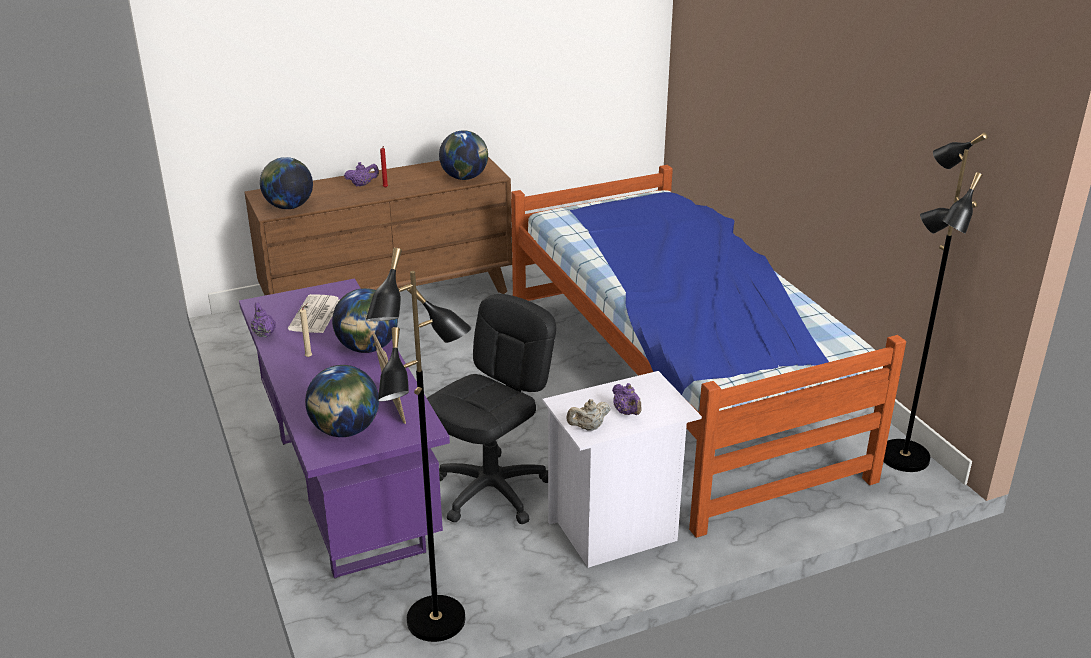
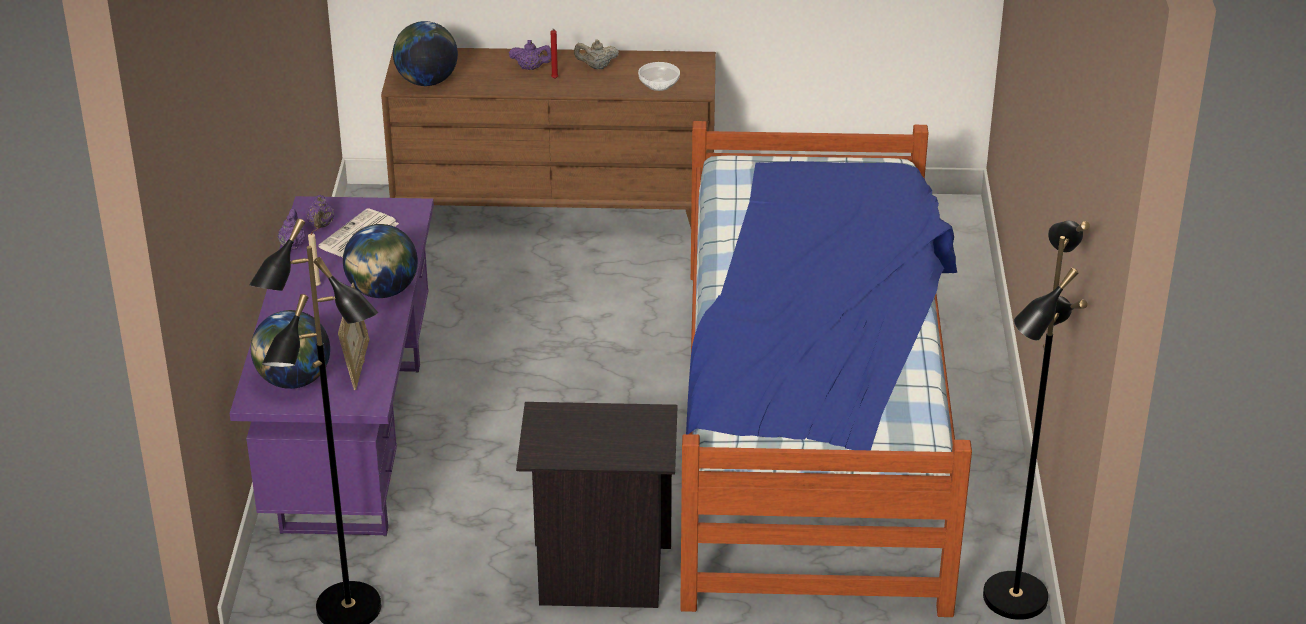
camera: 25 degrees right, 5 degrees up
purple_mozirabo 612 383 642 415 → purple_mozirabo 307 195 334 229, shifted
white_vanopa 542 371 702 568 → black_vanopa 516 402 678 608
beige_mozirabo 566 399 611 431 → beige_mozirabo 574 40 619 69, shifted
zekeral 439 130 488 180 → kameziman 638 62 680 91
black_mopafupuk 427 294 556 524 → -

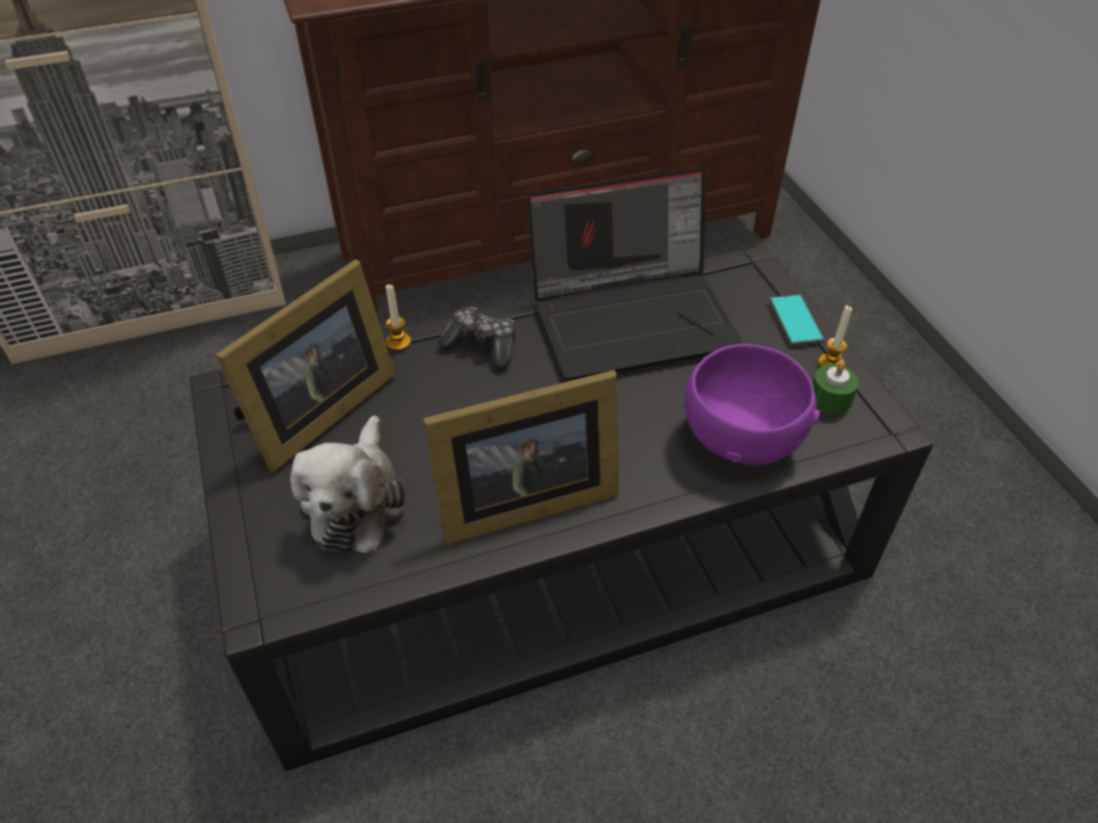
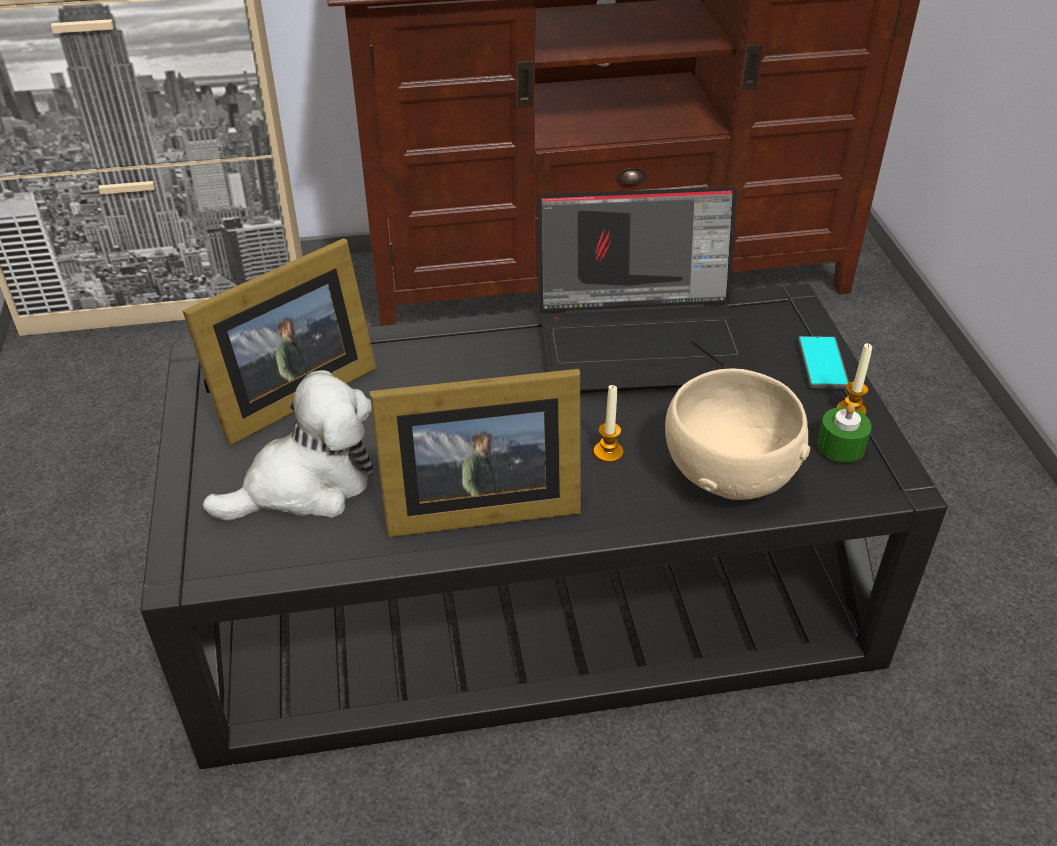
camera: 10 degrees right, 5 degrees down
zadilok 290 415 406 553 → zadilok 203 370 373 521, 135 degrees counterclockwise
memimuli 386 284 411 350 → memimuli 594 385 623 462, shifted
purple_kameziman 684 344 820 466 → beige_kameziman 665 368 810 500
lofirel 439 307 515 368 → -

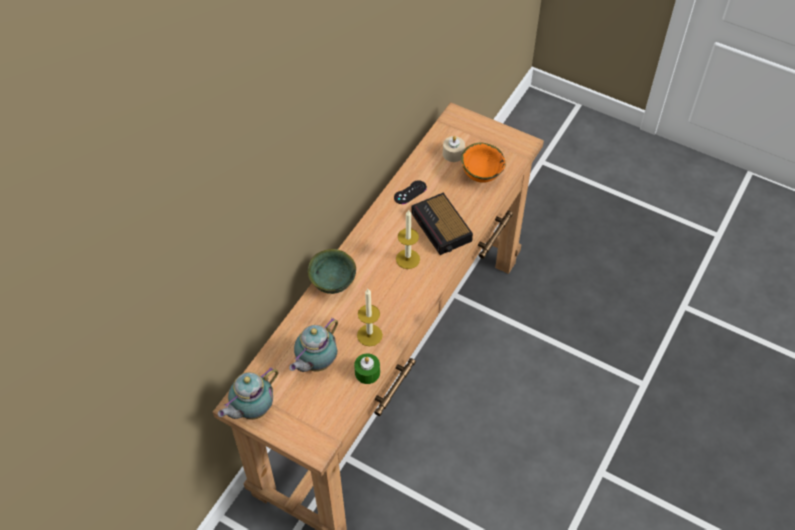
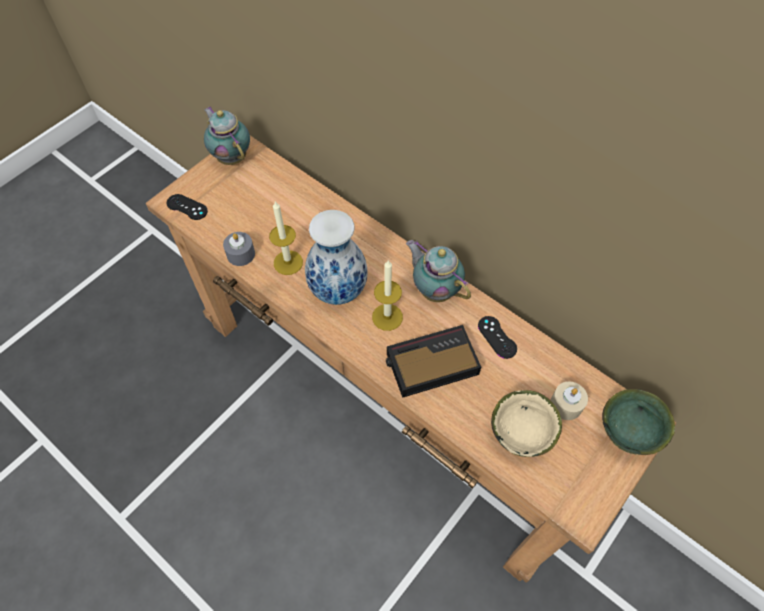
camera: 100 degrees right, 5 degrees up
- → black_lofirel 167 194 208 220
green_memimuli 354 354 380 384 → grey_memimuli 223 232 255 266
- → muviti 305 210 367 305
mozirabo 289 318 338 372 → mozirabo 406 240 471 302, shifted
orange_kameziman 461 143 505 183 → beige_kameziman 491 390 562 457
green_kameziman 308 249 356 294 → green_kameziman 602 389 675 455, shifted

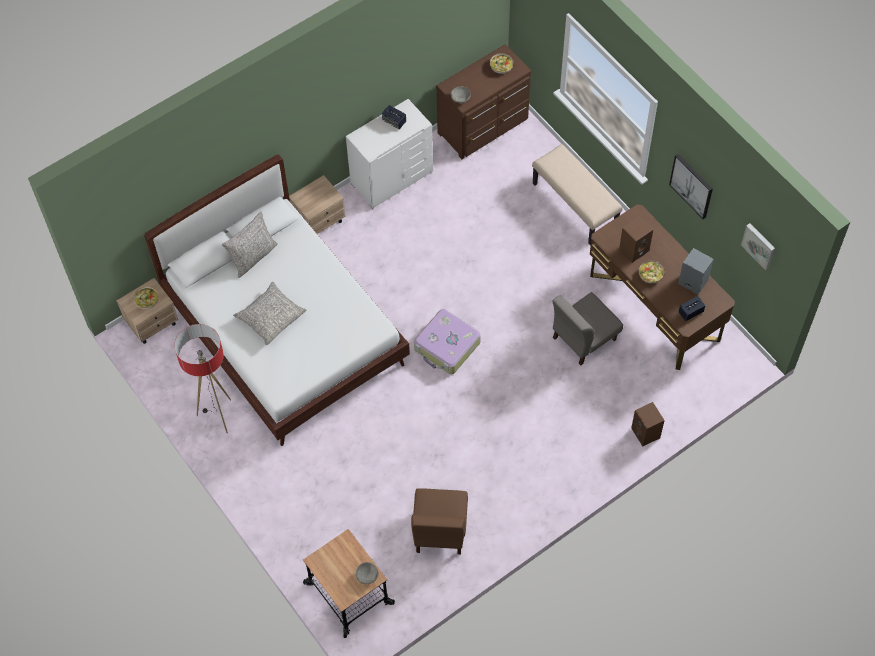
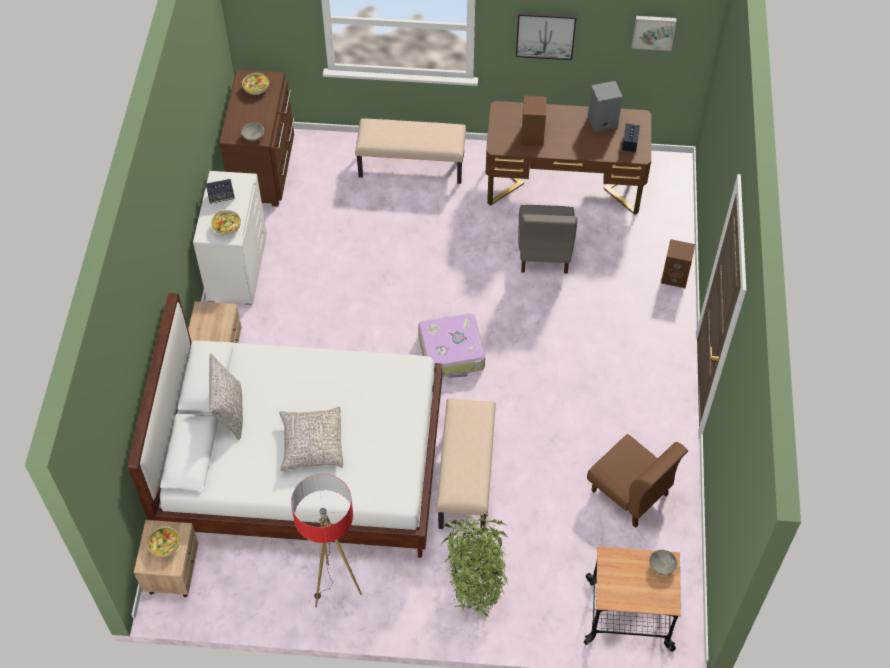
camera: 50 degrees left, 5 degrees down
kameziman 639 261 664 283 → kameziman 211 210 241 235, shifted
- → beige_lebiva 436 398 496 532
- → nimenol 440 514 509 616

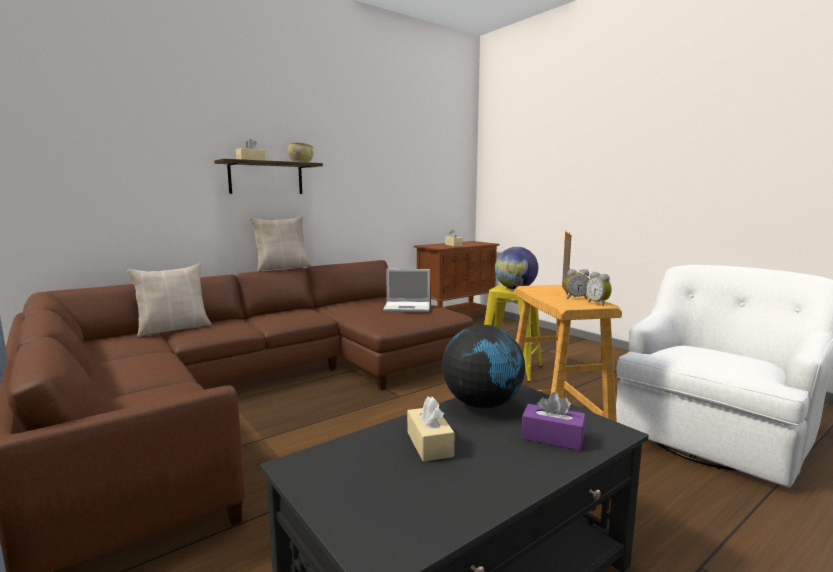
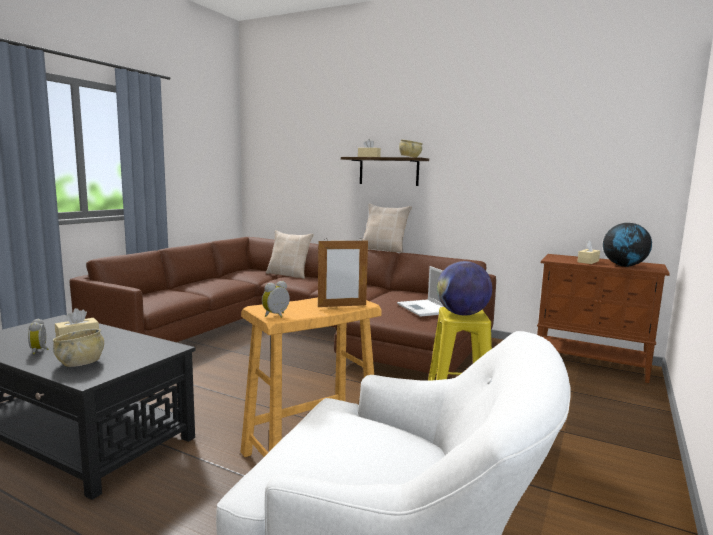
camera: 65 degrees right, 0 degrees up
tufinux 565 269 589 299 → tufinux 28 319 49 354, shifted
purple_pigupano 521 392 585 451 → beige_kameziman 53 329 104 367
zekeral 442 325 525 408 → zekeral 603 223 652 267, shifted

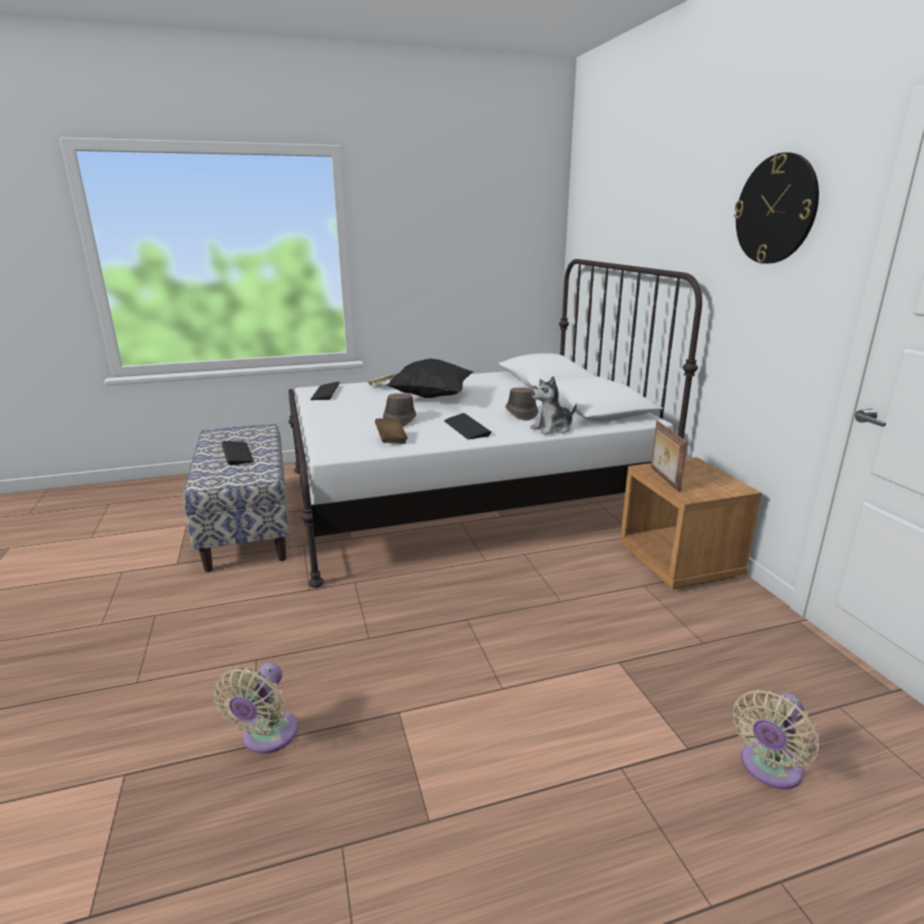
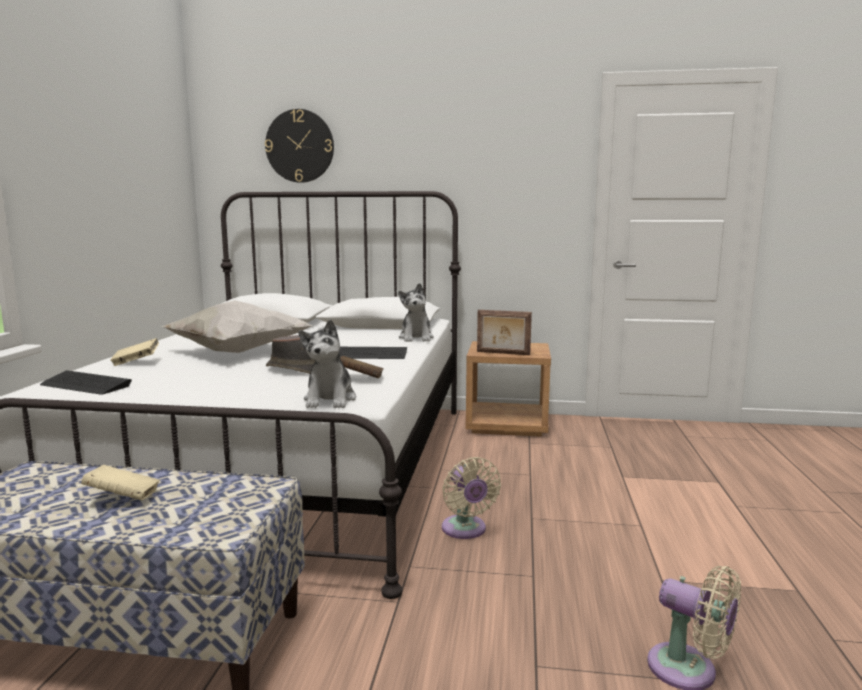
camera: 65 degrees left, 10 degrees down
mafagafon 222 441 254 466 → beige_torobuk 81 465 160 500
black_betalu 385 359 475 398 → white_betalu 160 300 313 353
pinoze 734 152 819 264 → pinoze 265 109 334 183, shifted
- → zadilok 299 319 356 408
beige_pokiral 733 689 819 789 → beige_pokiral 442 457 501 539, shifted
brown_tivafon 505 387 538 420 → -

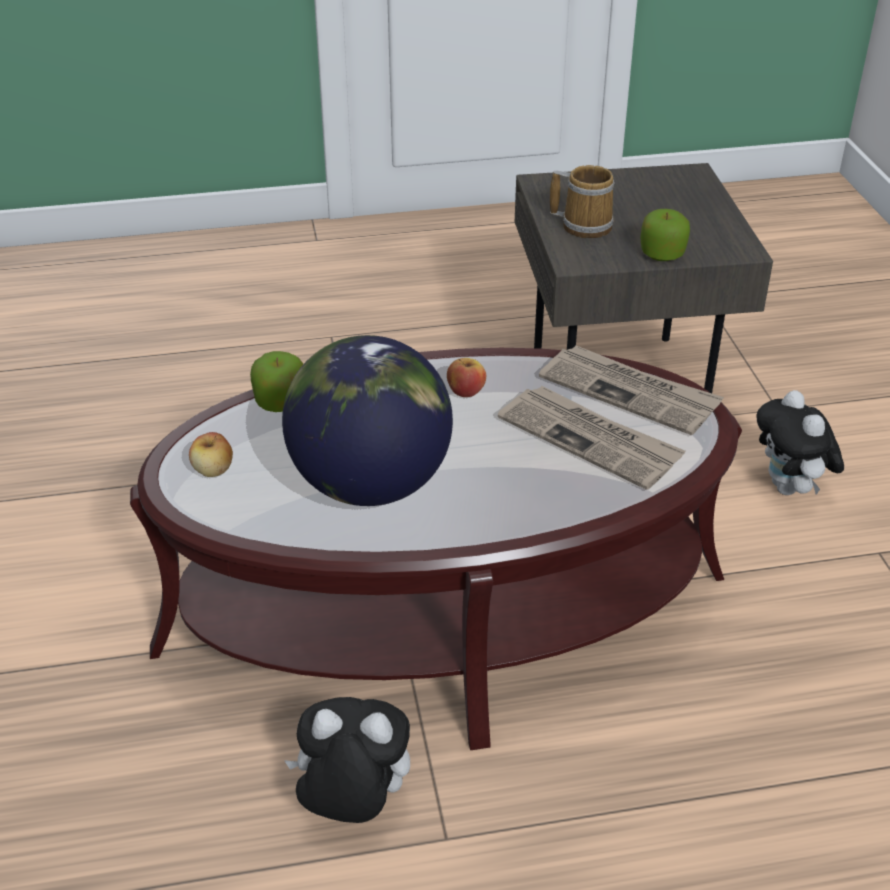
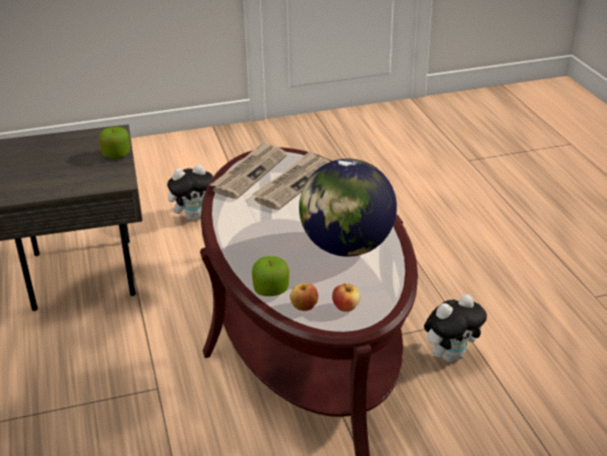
camera: 95 degrees left, 5 degrees down
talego 447 358 486 397 → talego 290 283 318 311, shifted
zadilok 284 697 410 823 → zadilok 424 294 487 362, 120 degrees counterclockwise
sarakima 550 165 614 238 → -

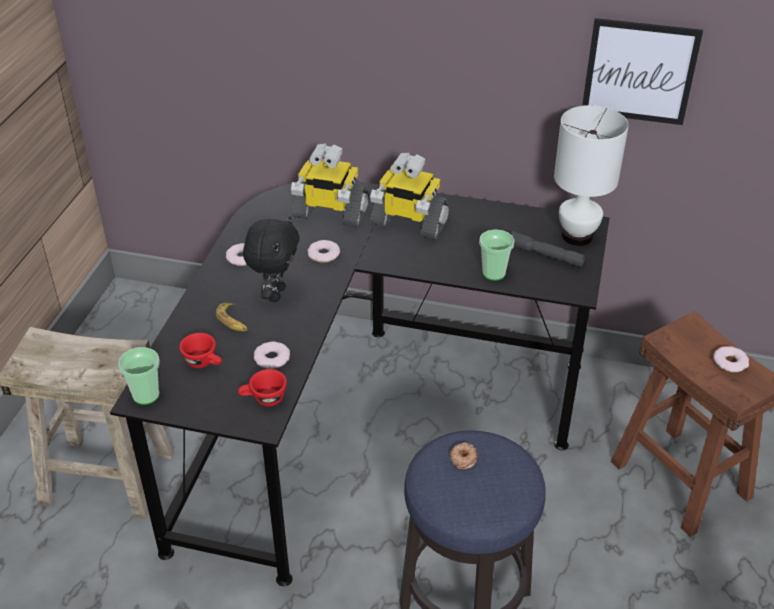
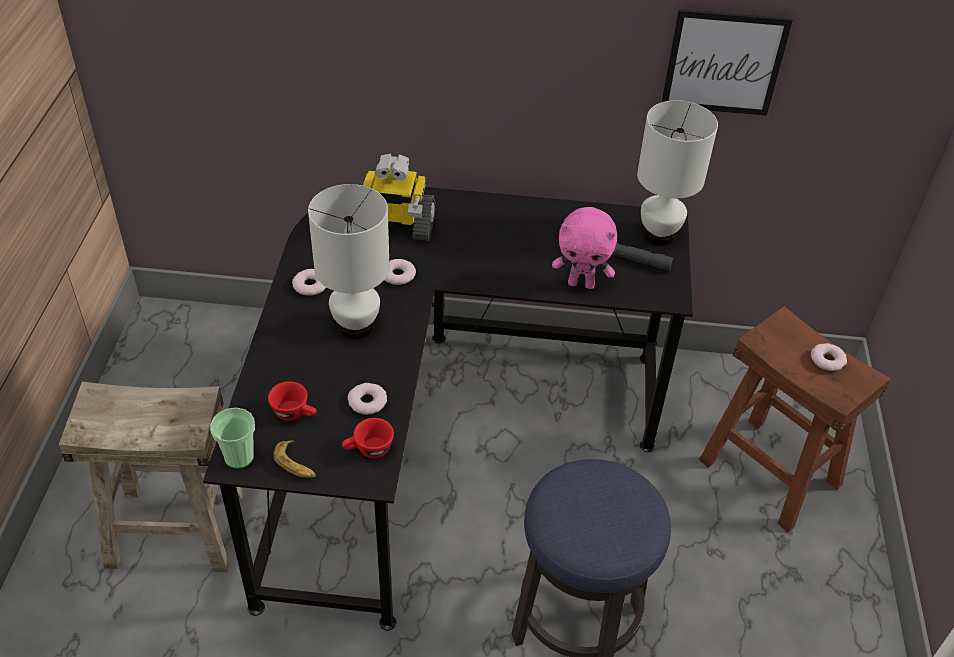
camera: 10 degrees left, 5 degrees up
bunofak 215 303 248 332 → bunofak 273 440 316 478, shifted
black_zadilok 243 216 299 302 → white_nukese 308 184 390 339
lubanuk 479 230 514 281 → pink_zadilok 552 207 617 289
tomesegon 370 153 450 240 → -
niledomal 449 442 478 469 → -

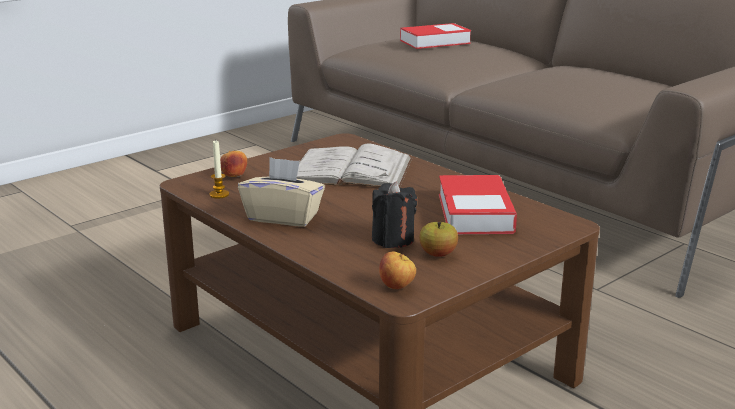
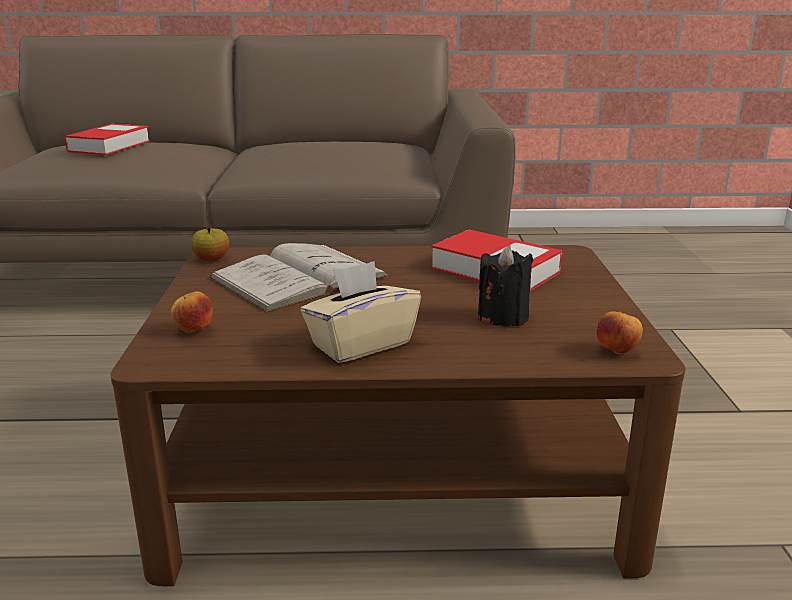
camera: 50 degrees left, 0 degrees up
talego 419 222 458 257 → talego 191 227 229 261, shifted
memimuli 209 141 229 199 → -

